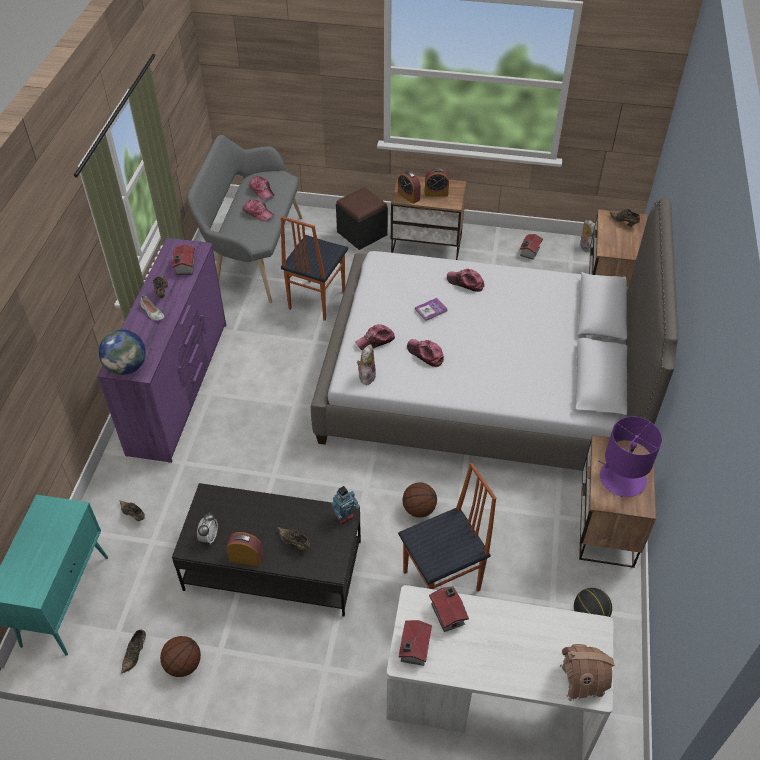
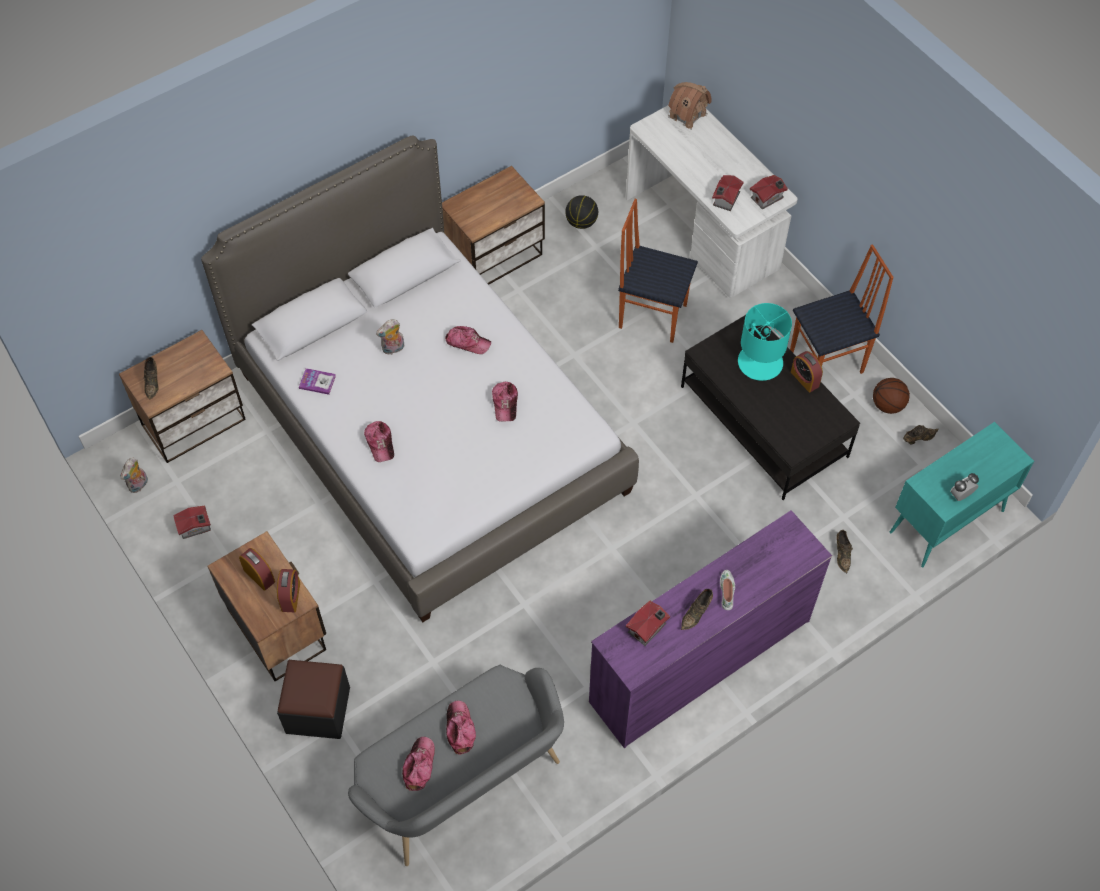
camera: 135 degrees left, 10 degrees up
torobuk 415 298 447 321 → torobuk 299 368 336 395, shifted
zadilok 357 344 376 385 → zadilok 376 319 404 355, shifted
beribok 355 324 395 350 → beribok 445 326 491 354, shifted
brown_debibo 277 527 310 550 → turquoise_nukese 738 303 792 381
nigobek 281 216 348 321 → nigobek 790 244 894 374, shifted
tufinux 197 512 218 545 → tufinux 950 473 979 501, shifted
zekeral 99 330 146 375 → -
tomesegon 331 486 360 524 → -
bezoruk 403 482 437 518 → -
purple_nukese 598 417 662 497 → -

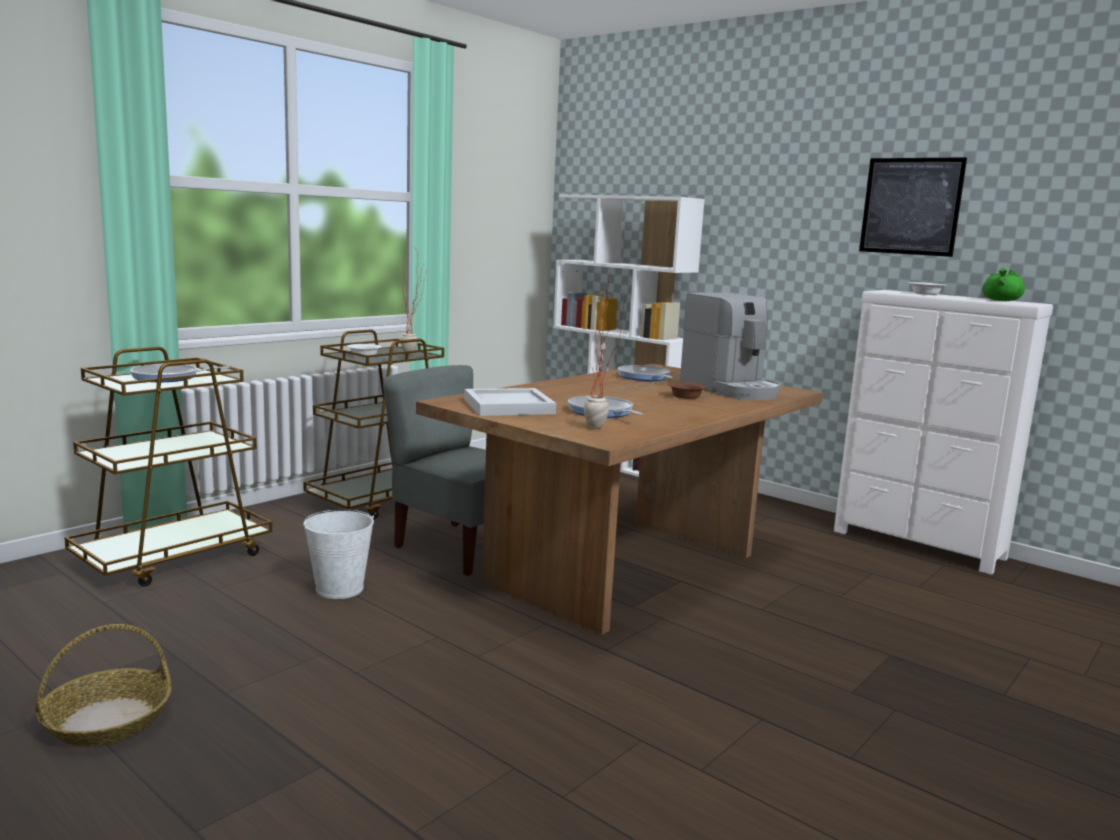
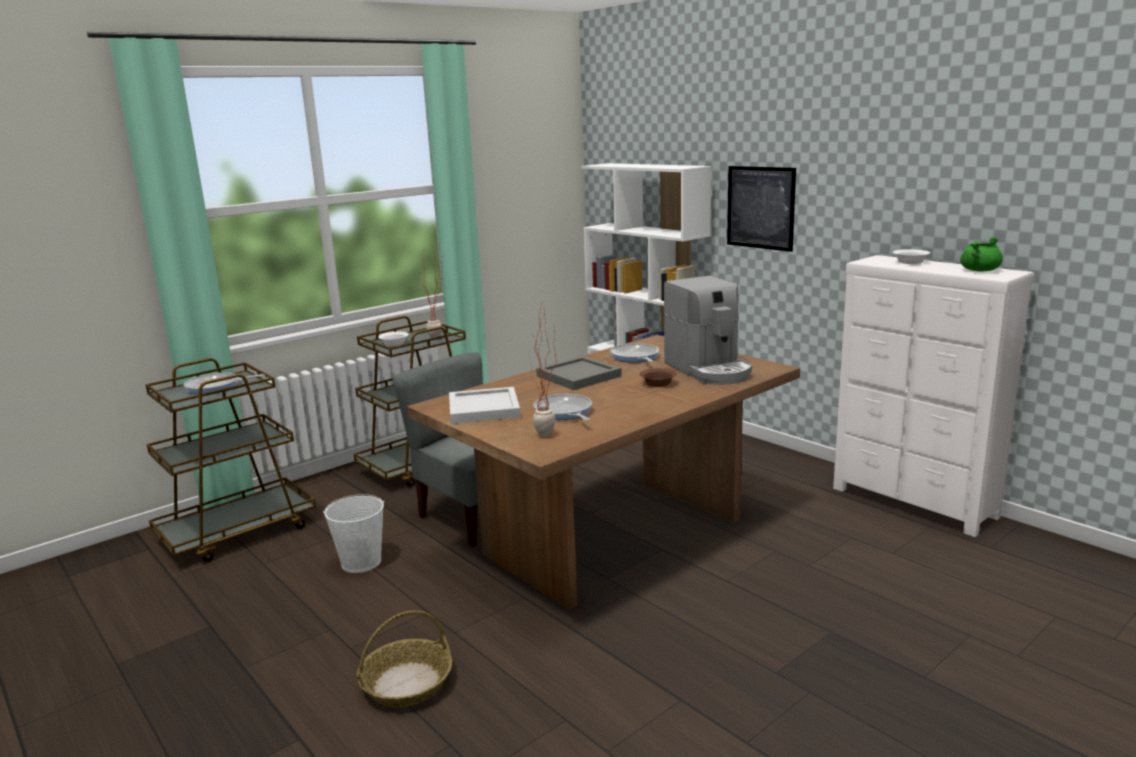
camera: 10 degrees right, 5 degrees up
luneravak 35 624 171 747 → luneravak 357 610 452 707, shifted
- → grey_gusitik 536 356 622 390
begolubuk 859 157 967 257 → begolubuk 727 166 796 252, shifted

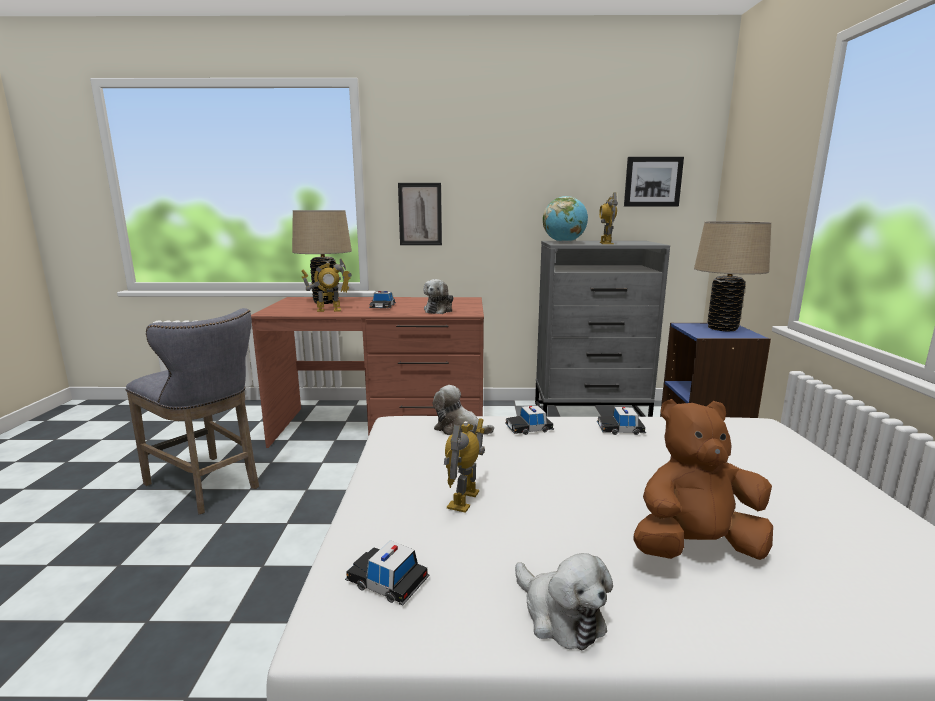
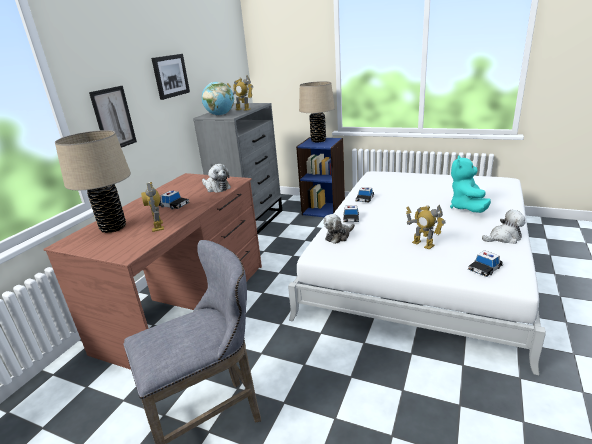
camera: 65 degrees left, 10 degrees up
tomesegon 301 259 352 312 → tomesegon 141 182 164 232, 150 degrees clockwise
begolubuk 624 157 684 206 → begolubuk 151 54 190 100, shifted
brown_zadilok 633 399 773 560 → turquoise_zadilok 450 155 491 213

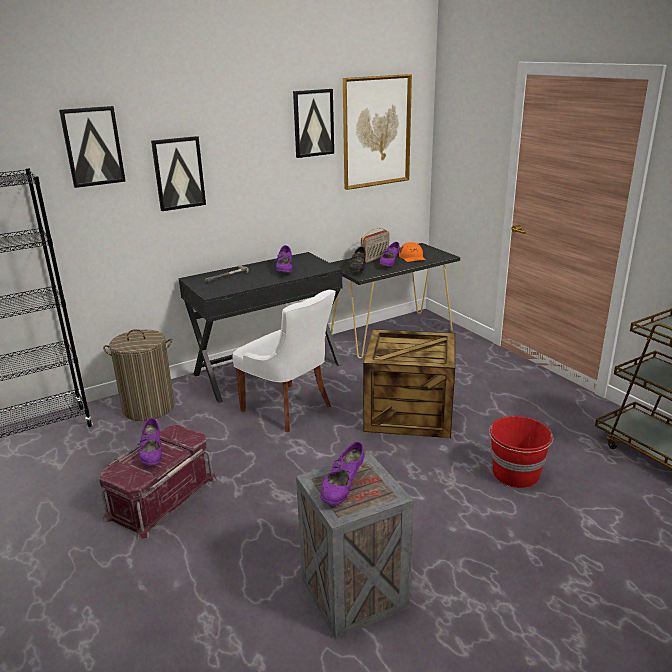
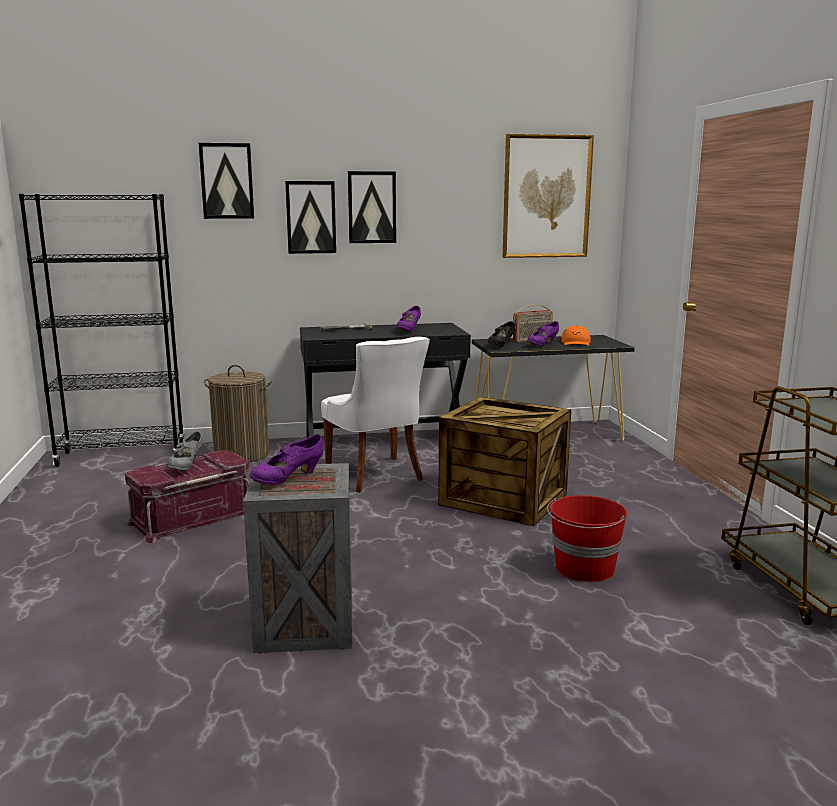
camera: 20 degrees right, 10 degrees down
purple_debibo 139 418 162 465 → grey_debibo 168 431 203 471
begolubuk 293 89 334 158 → begolubuk 348 171 396 243, shifted

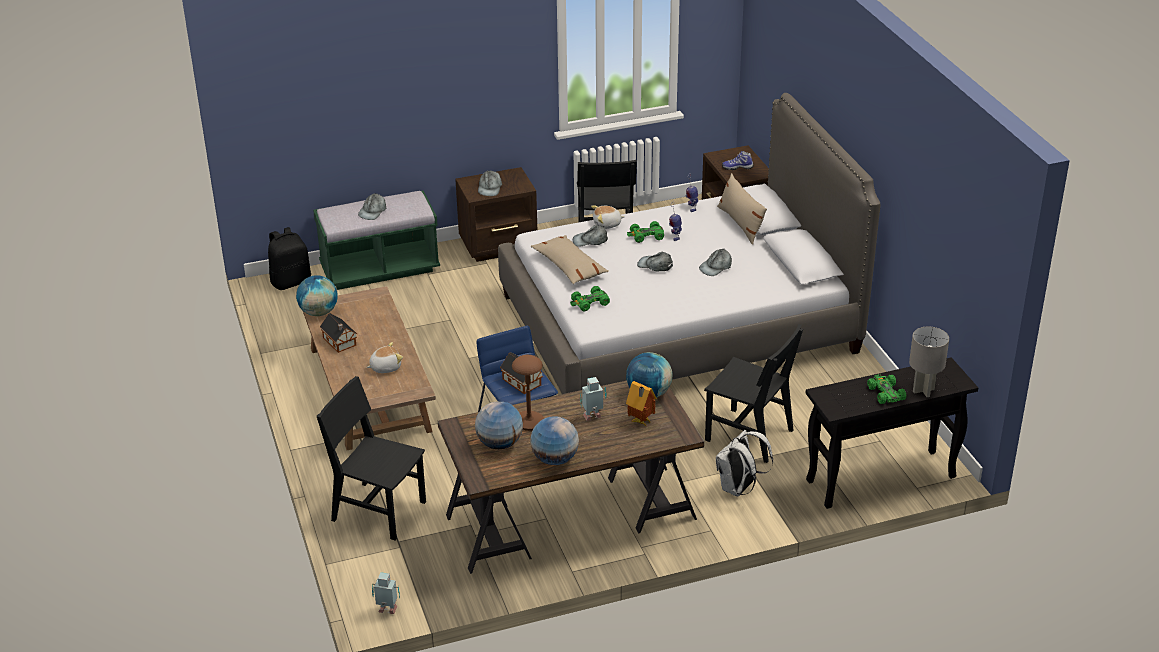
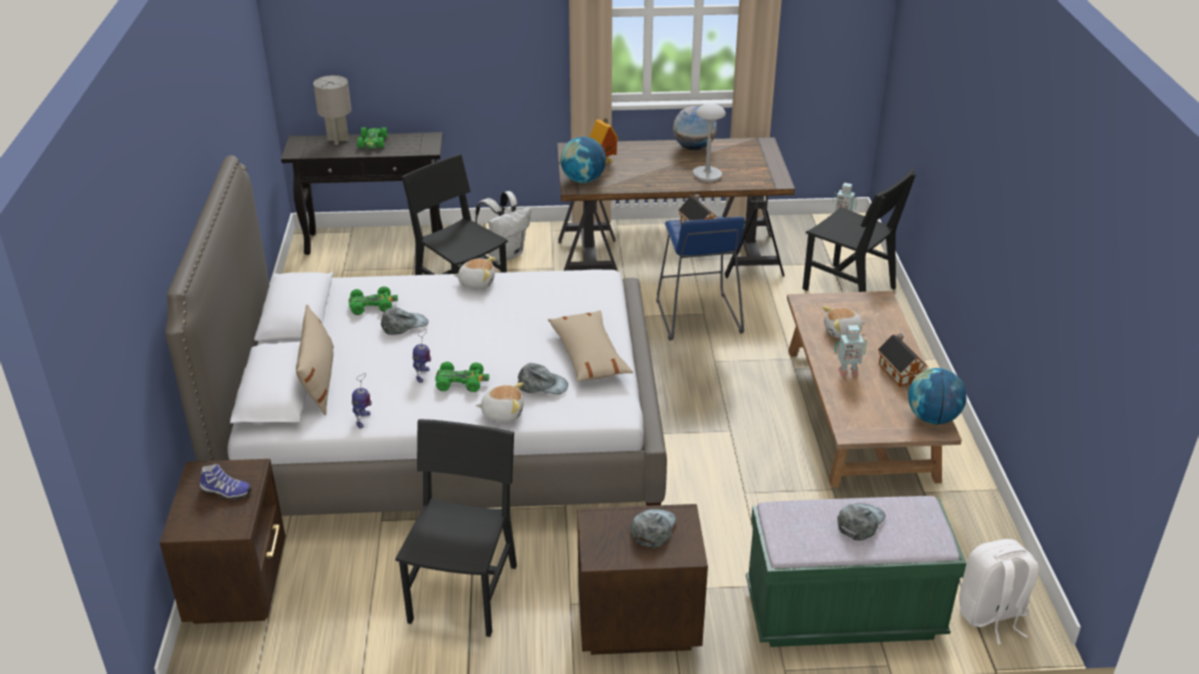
camera: 165 degrees left, 0 degrees up
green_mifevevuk 570 286 610 311 → green_mifevevuk 349 286 398 315, shifted
- → zadilok 453 257 495 289
brown_nukese 512 355 544 431 → grey_nukese 693 103 726 182
tomesegon 580 377 607 421 → tomesegon 835 325 867 377, shifted
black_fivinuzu 268 227 311 290 → white_fivinuzu 959 539 1039 644
zekeral 475 401 523 449 → -
grey_beribok 637 252 673 271 → -

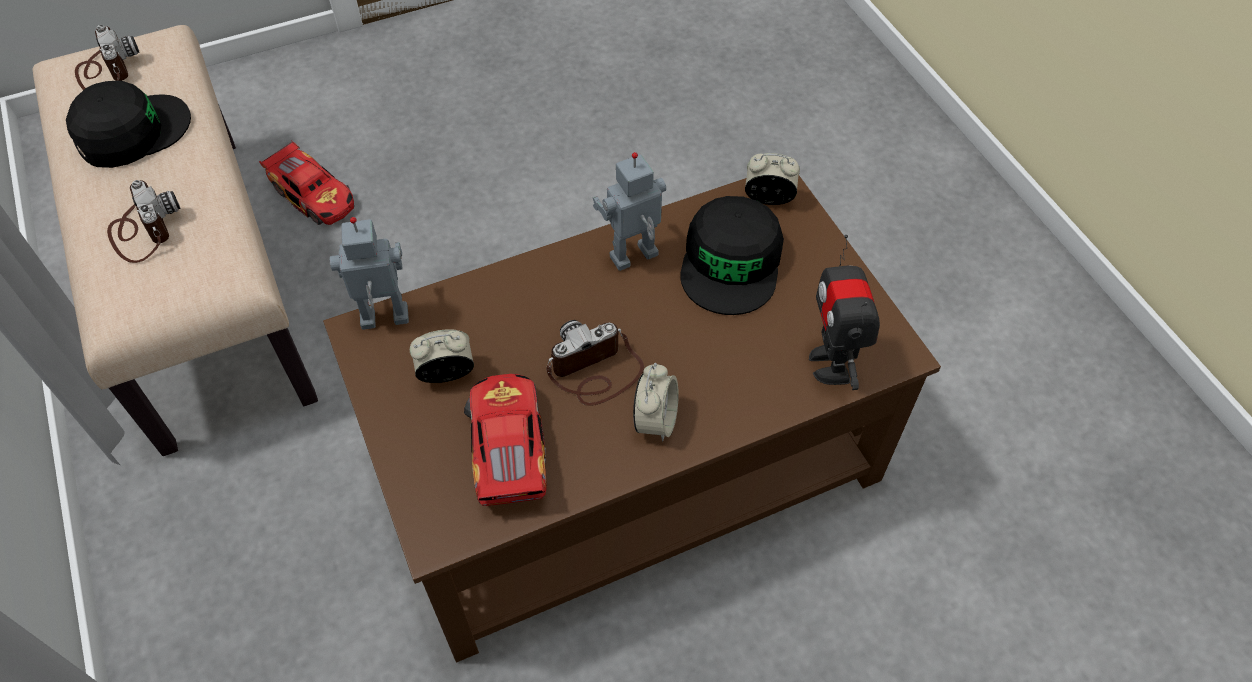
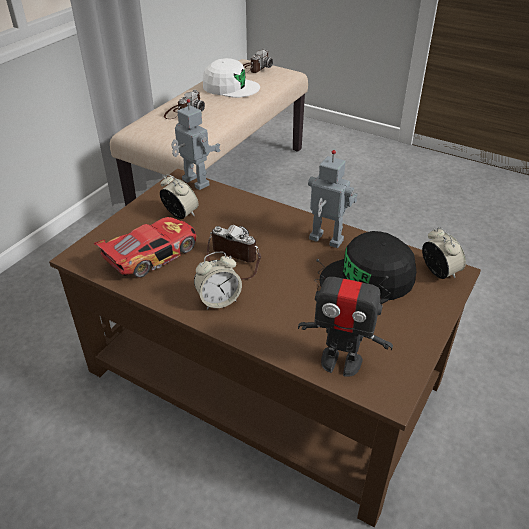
camera: 55 degrees right, 15 degrees down
black_beribok 66 81 191 168 → white_beribok 203 58 260 98
tomesegon 809 235 880 390 → tomesegon 298 259 393 377, 120 degrees counterclockwise
mifevevuk 259 140 354 225 → -

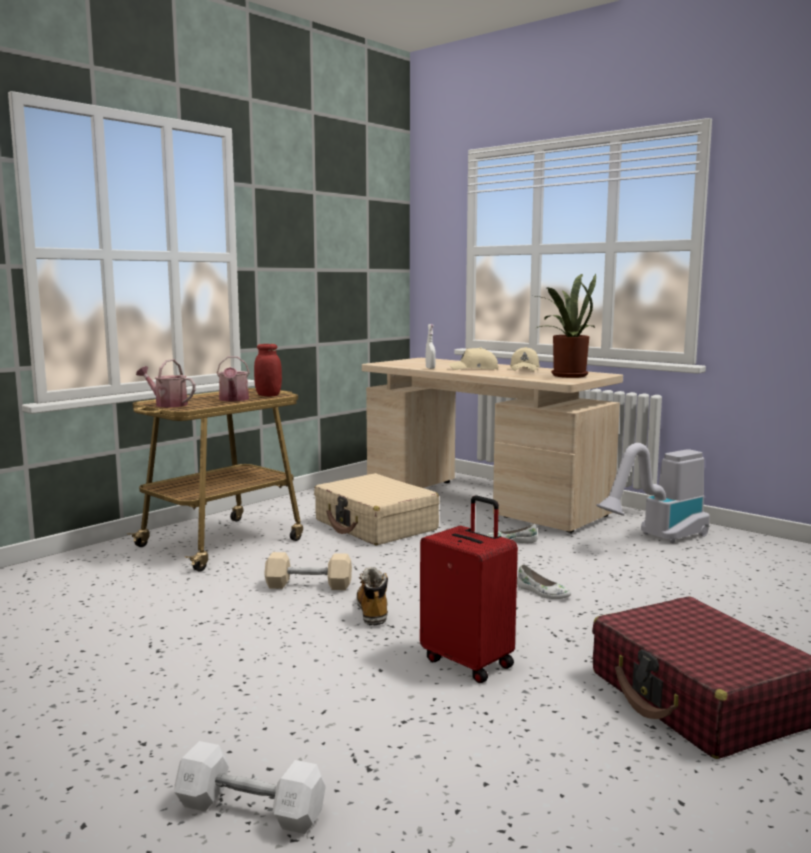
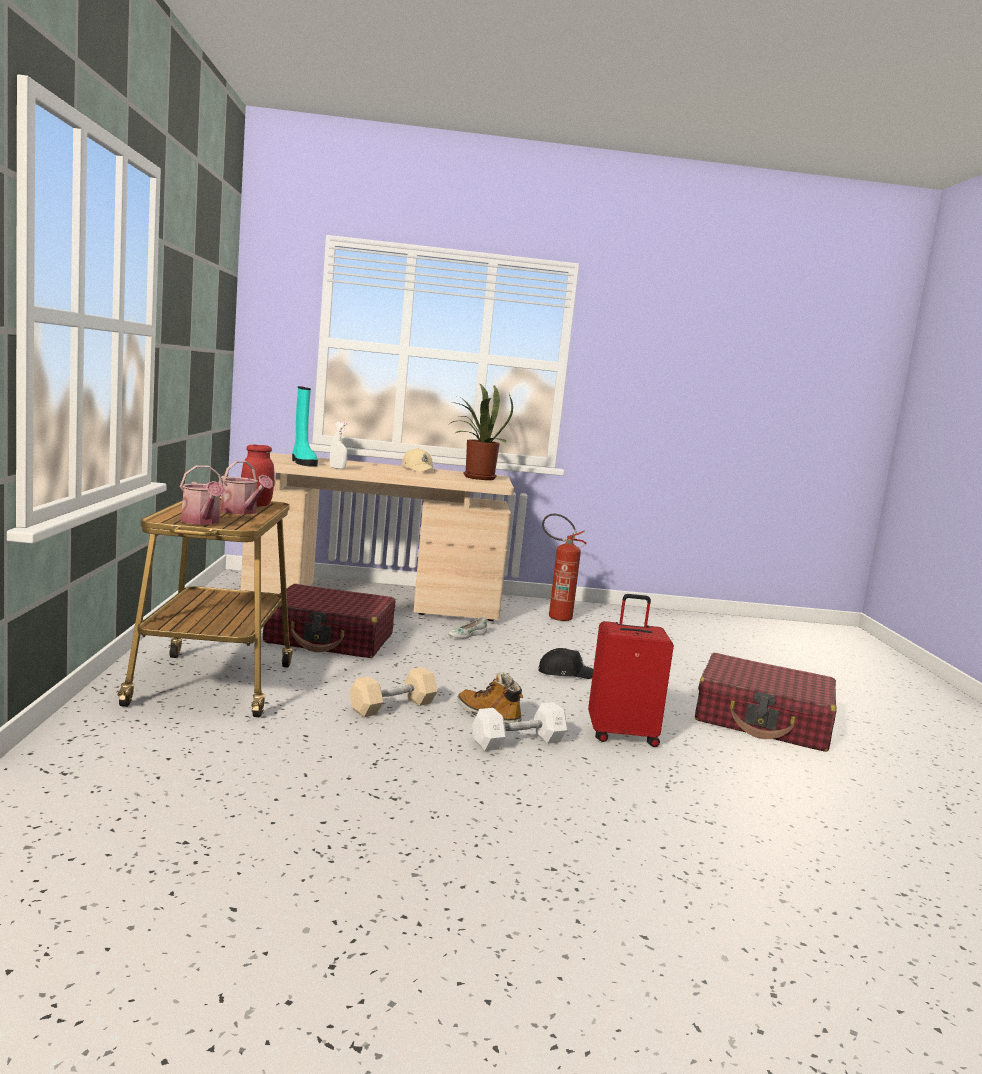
camera: 45 degrees left, 0 degrees up
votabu 136 359 196 408 → votabu 180 465 224 525, 105 degrees counterclockwise
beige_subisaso 314 473 440 546 → red_subisaso 263 584 395 658
- → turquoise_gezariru 292 386 318 467
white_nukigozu 174 741 326 834 → white_nukigozu 472 702 567 751, shifted
white_debibo 517 564 571 599 → black_beribok 538 648 593 679
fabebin 596 443 710 543 → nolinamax 542 514 587 621
beige_beribok 449 347 499 370 → -

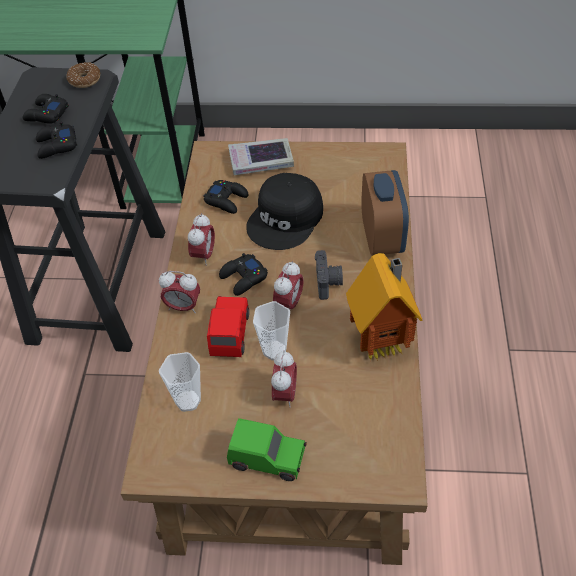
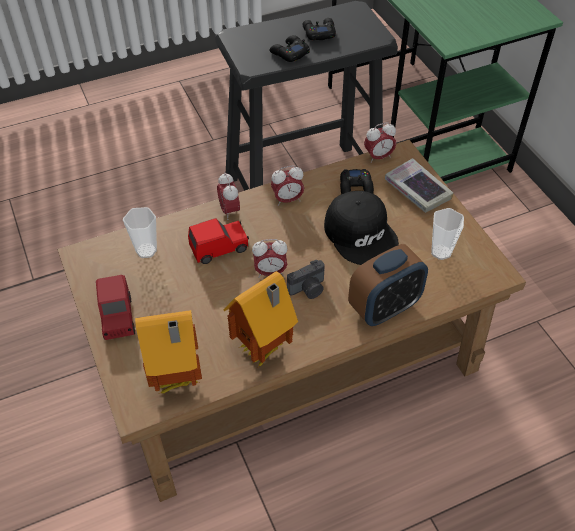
camera: 60 degrees right, 0 degrees up
green_mifevevuk 227 418 307 481 → red_mifevevuk 96 275 135 340
- → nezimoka 135 310 202 394
black_beribok 246 173 323 250 → black_beribok 324 191 399 265, 120 degrees counterclockwise
tufinux 271 351 297 408 → tufinux 364 122 396 163, shifted
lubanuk 253 301 290 361 → lubanuk 431 208 464 260, shifted
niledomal 67 62 100 88 → -
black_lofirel 219 253 268 296 → -

